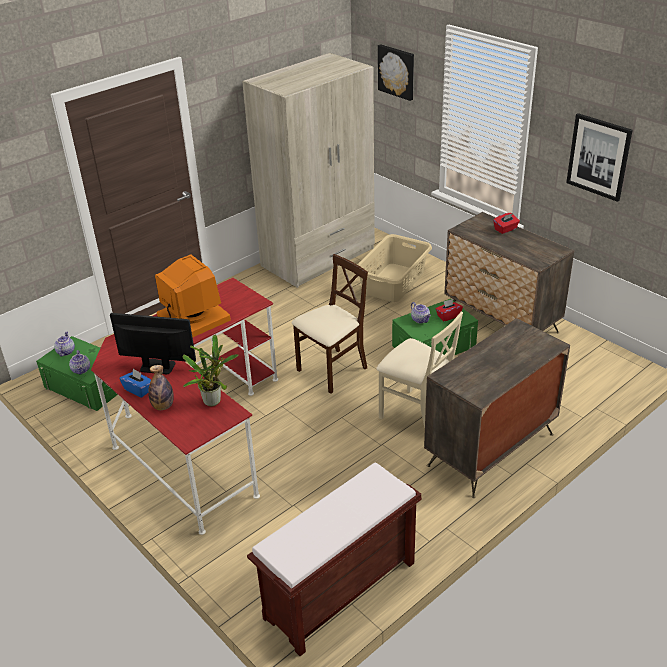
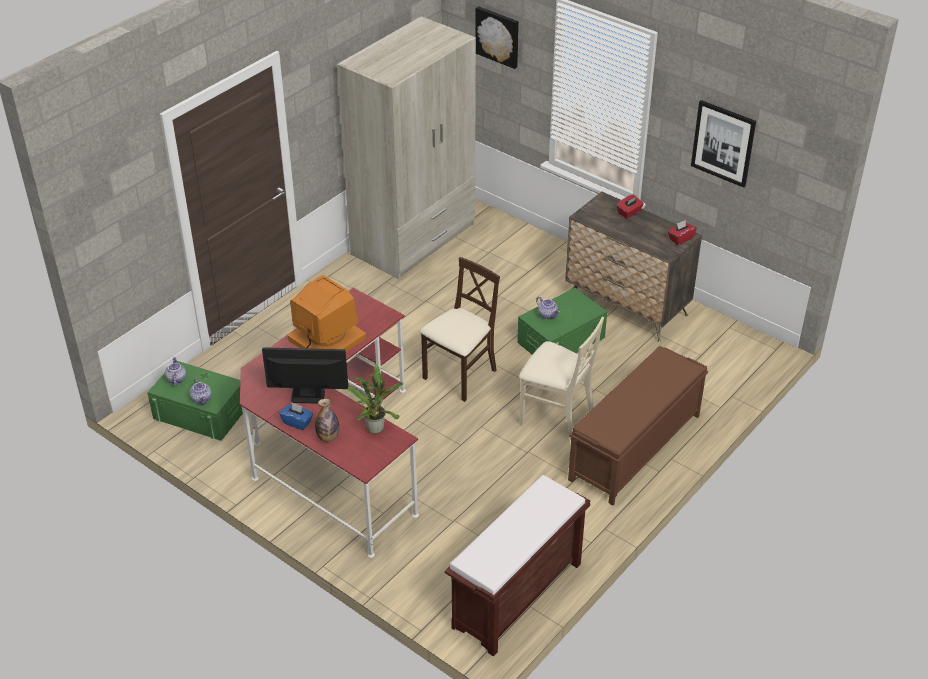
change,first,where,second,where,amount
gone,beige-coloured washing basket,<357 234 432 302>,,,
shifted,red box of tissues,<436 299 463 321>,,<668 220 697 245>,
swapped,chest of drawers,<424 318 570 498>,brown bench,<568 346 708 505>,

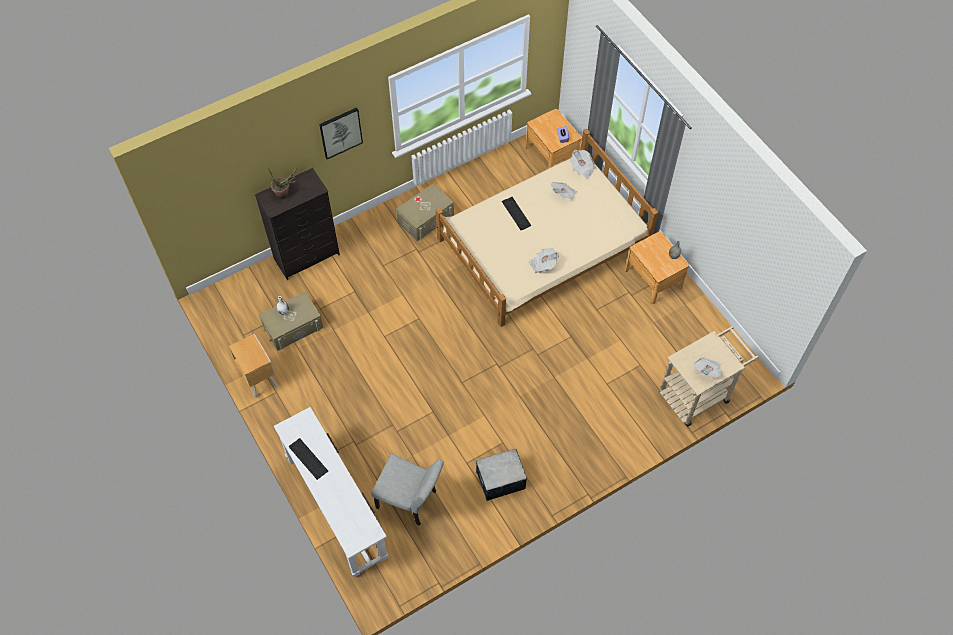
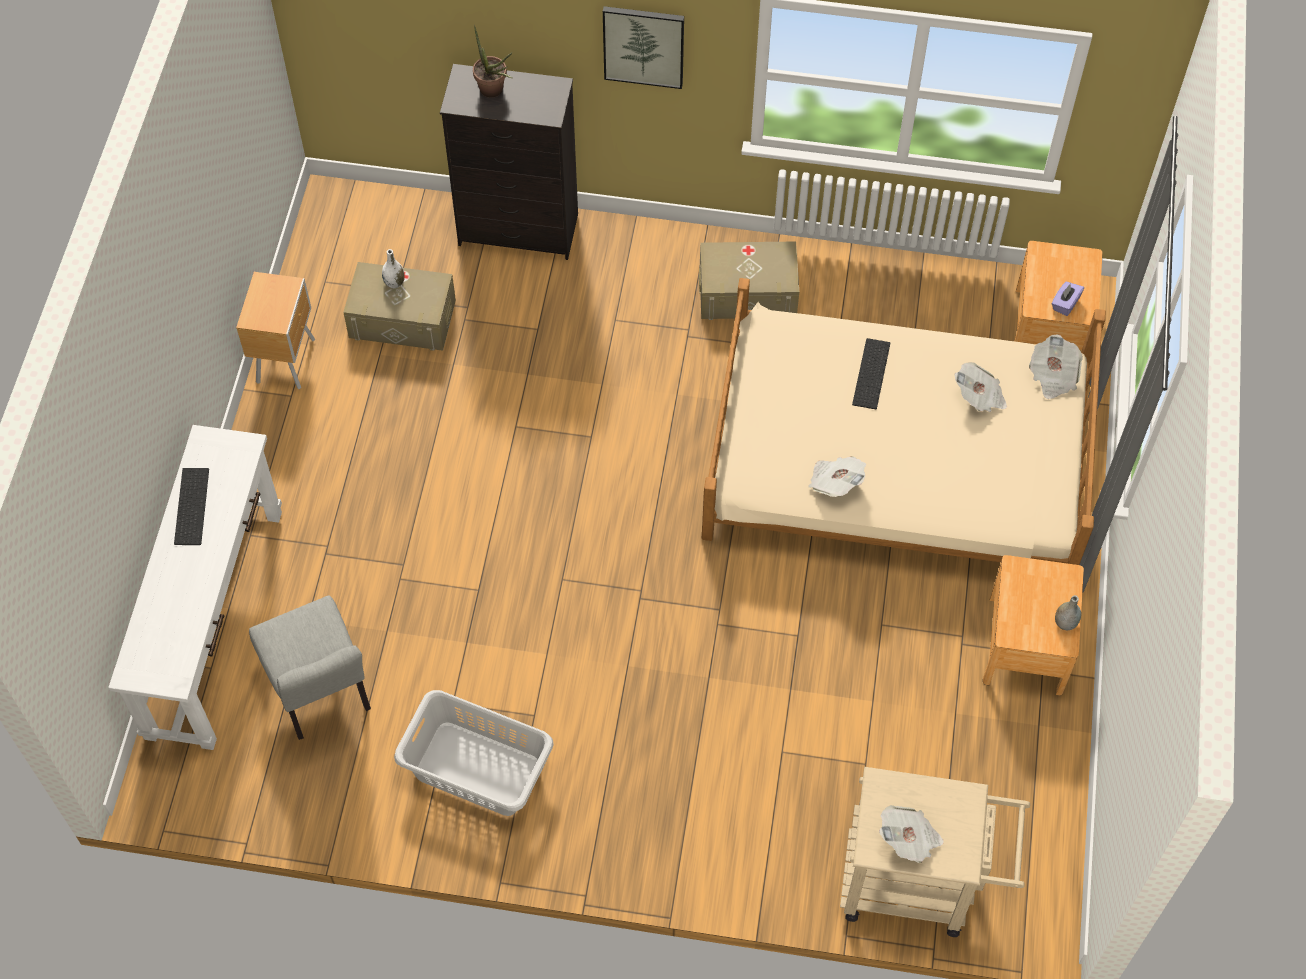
change,first,where,second,where,amount
swapped,storage box,<476 449 527 501>,gray washing basket,<394 690 554 816>,

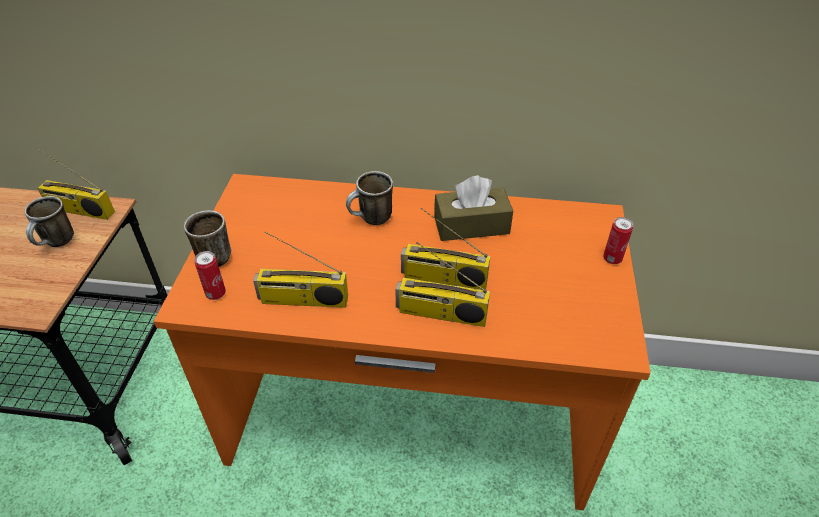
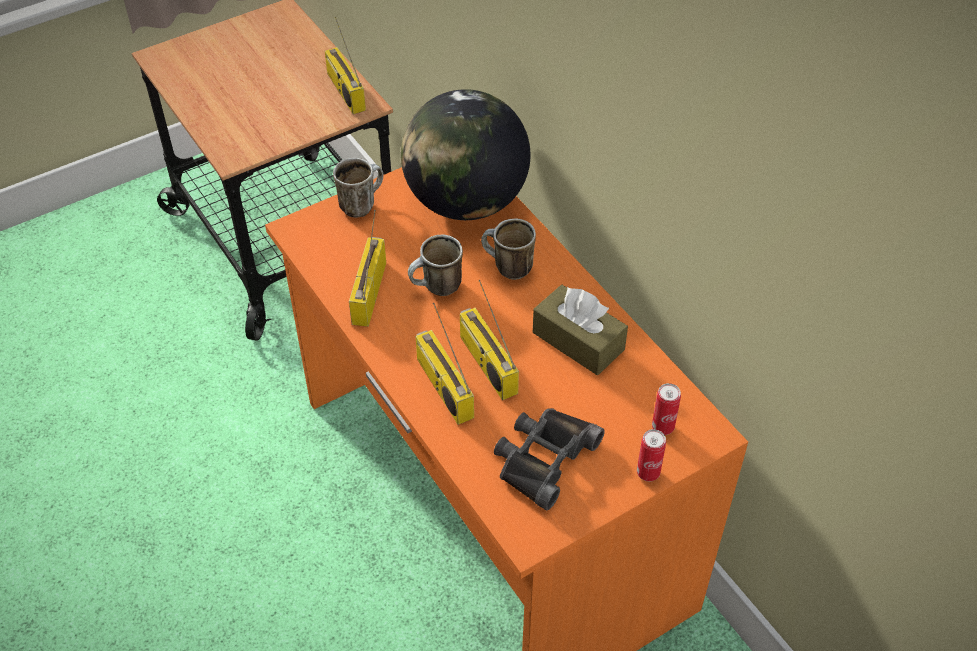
change,first,where,second,where,amount
shifted,mug,<24 196 74 247>,,<408 234 463 296>,
rotated,radio set,<253 231 348 308>,,<349 210 386 327>,45 degrees clockwise
shifted,sealed can,<194 251 226 300>,,<652 383 681 435>,
new,,,world globe,<401 89 531 220>,
new,,,black-coloured field glasses,<494 408 605 511>,

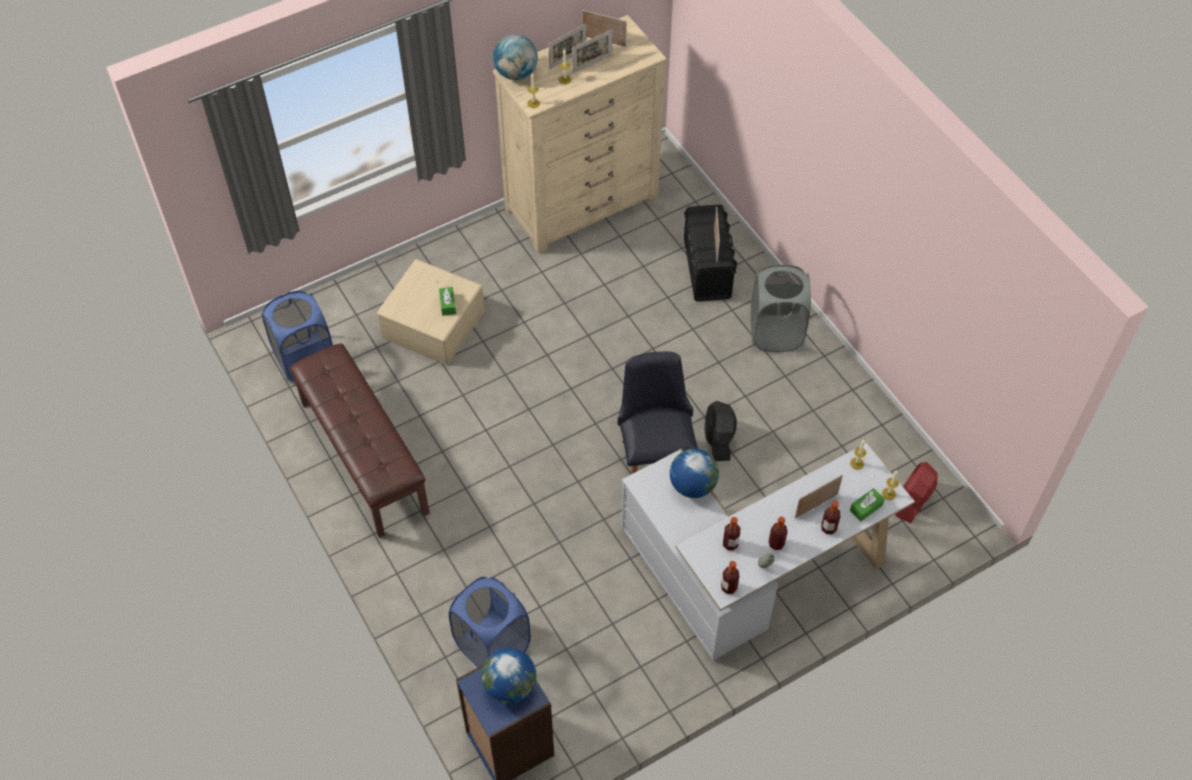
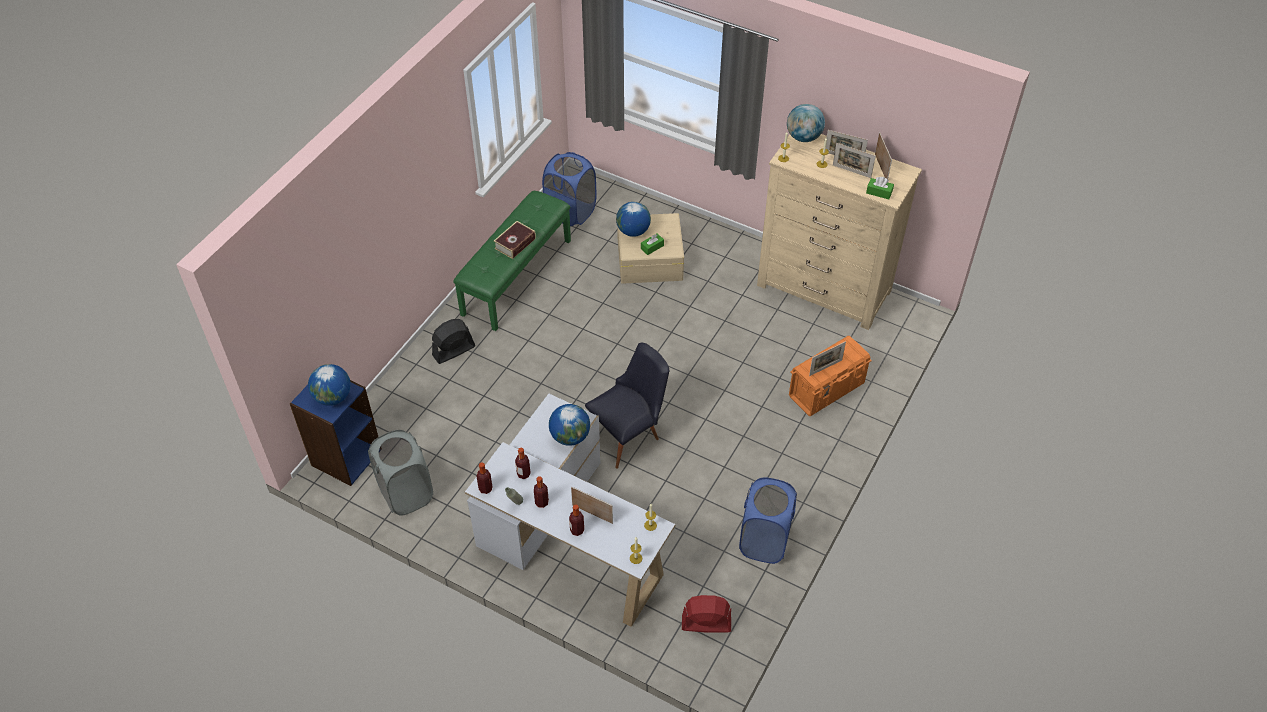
change,first,where,second,where,amount
repainted,black-coloured storage box,<684 204 737 302>,orangey storage box,<789 336 872 416>,
shifted,gray washing basket,<750 264 811 352>,,<368 430 433 516>,
repainted,brown bench,<289 343 430 538>,green bench,<453 191 571 331>,
shifted,black-coloured electric fan,<704 401 737 461>,,<432 319 475 364>,
shifted,green box of tissues,<850 488 885 521>,,<866 177 894 199>,
shifted,blue-coloured washing basket,<449 577 531 667>,,<739 478 797 564>,
new,,,world globe,<616 202 651 237>,
new,,,book,<494 221 536 259>,

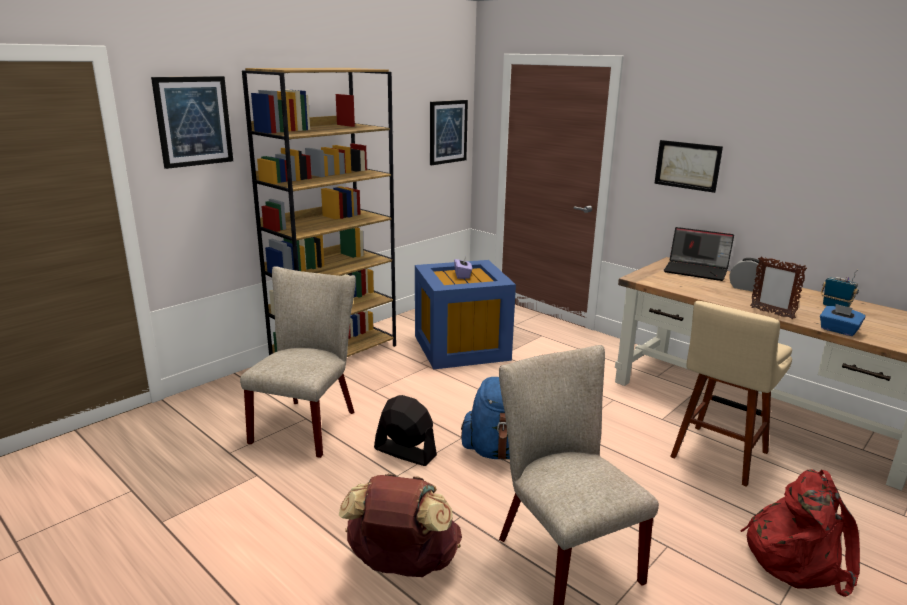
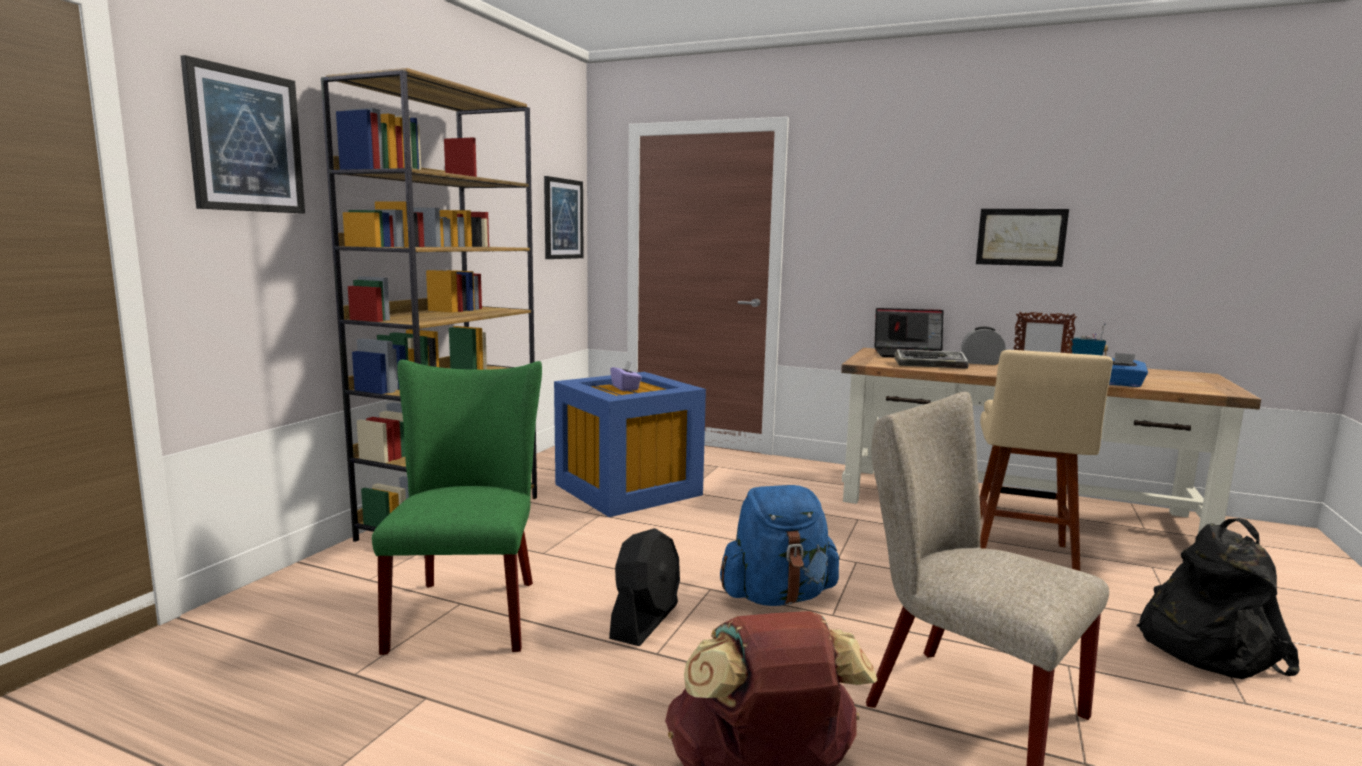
change,first,where,second,where,amount
shifted,picture,<654 140 723 193>,,<976 209 1069 267>,
repainted,beige-coloured plain chair,<240 266 356 458>,green plain chair,<372 360 542 655>,
rotated,black-coloured electric fan,<374 395 437 466>,,<609 528 680 646>,105 degrees clockwise
repainted,red backpack,<740 469 860 597>,black-coloured backpack,<1136 518 1300 679>,
new,,,keyboard,<894 350 969 369>,

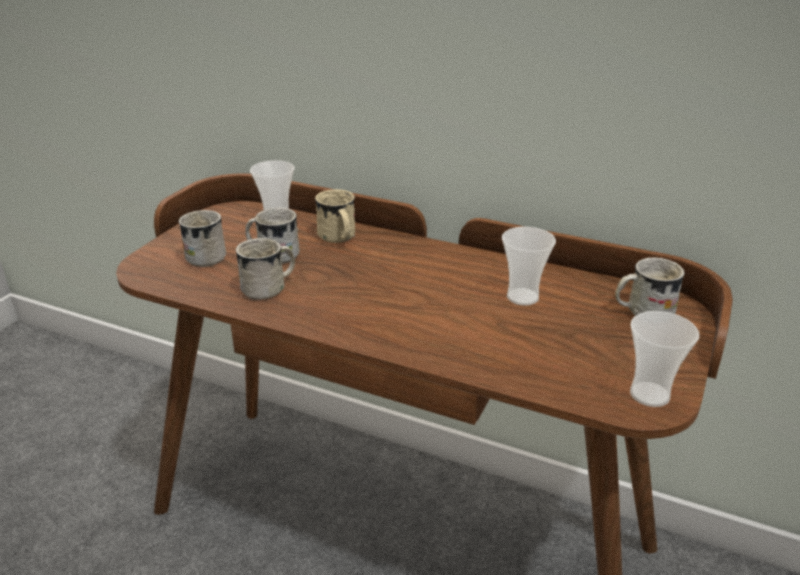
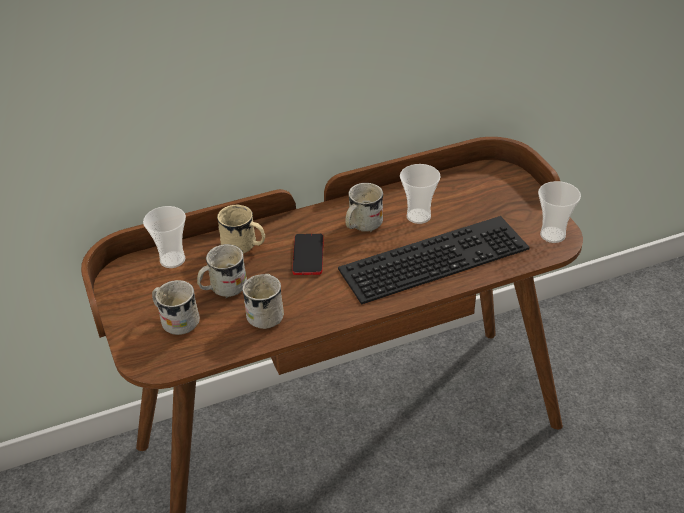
change,first,where,second,where,amount
shifted,whitish mug,<615 258 684 316>,,<345 183 383 233>,
new,,,keyboard,<338 216 530 305>,
new,,,phone,<292 234 324 275>,

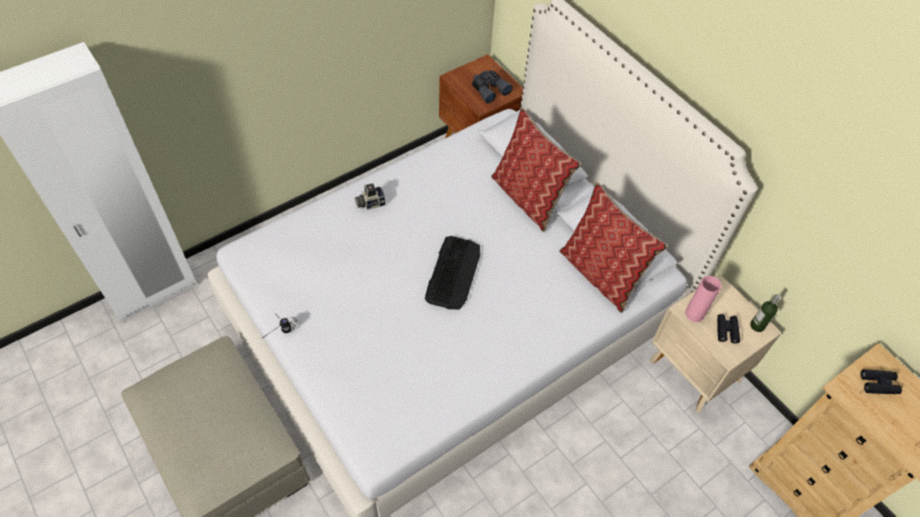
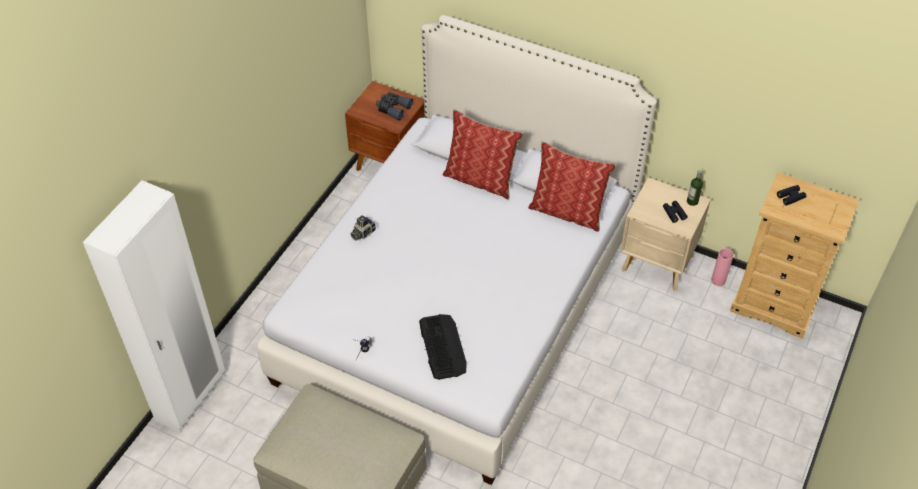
change,first,where,second,where,amount
shifted,keyboard,<425 236 480 309>,,<419 314 467 380>,
shifted,pinkish vase,<685 276 721 322>,,<711 248 734 286>,

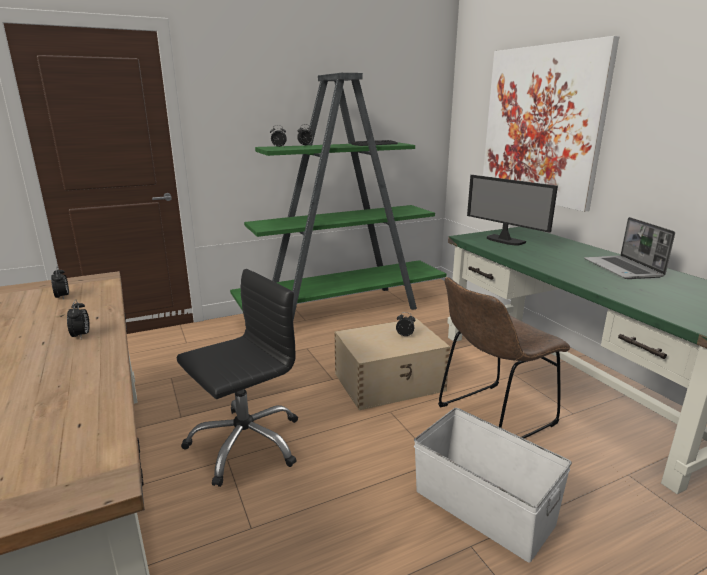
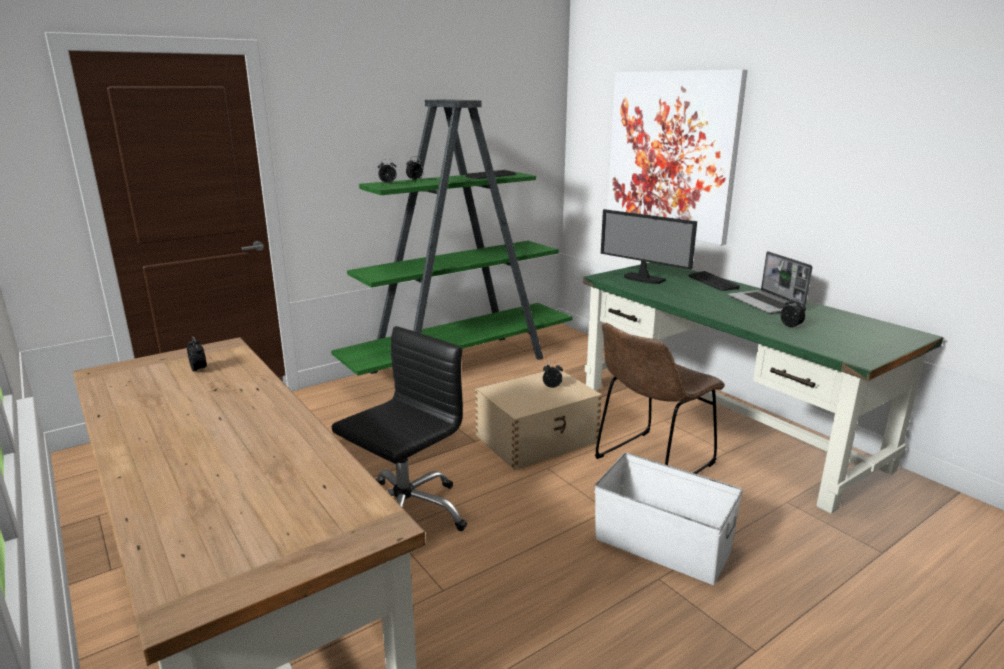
change,first,where,second,where,amount
shifted,alarm clock,<67 299 90 338>,,<781 298 806 329>,
new,,,keyboard,<688 271 740 291>,

